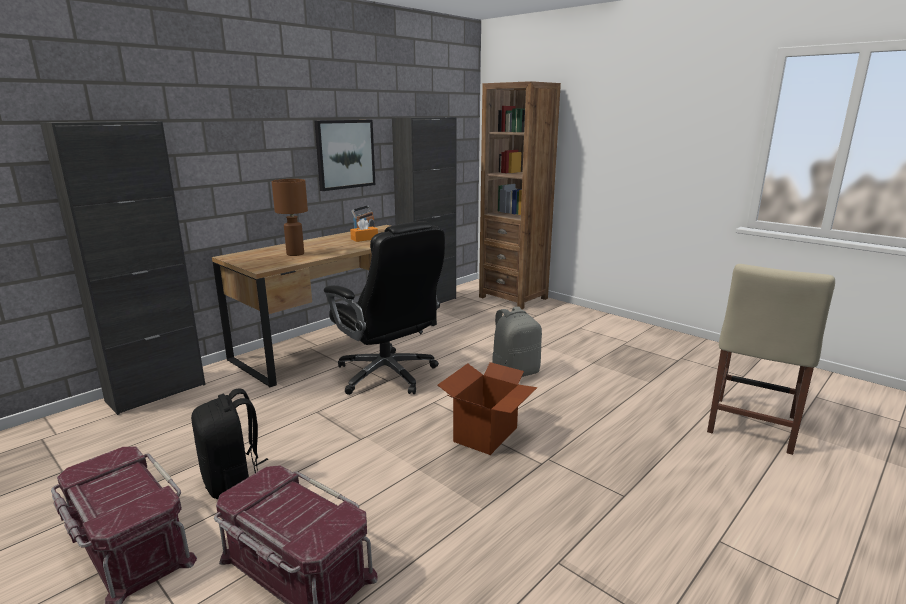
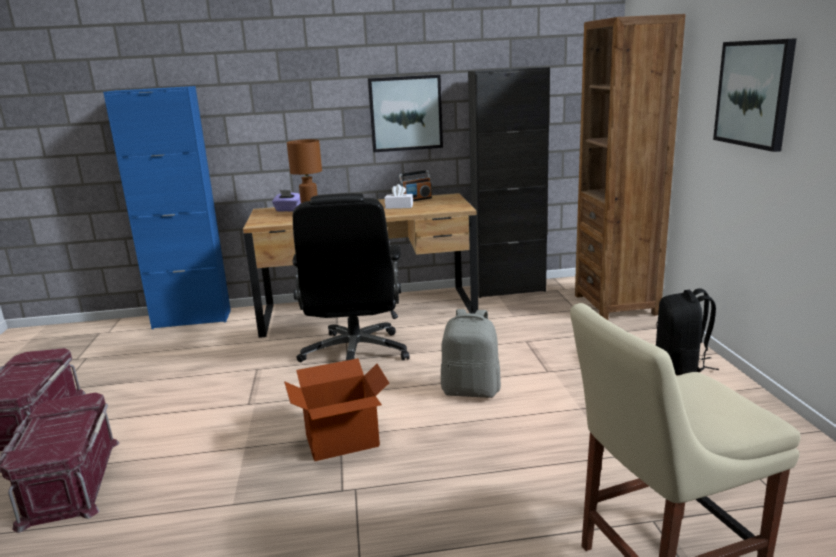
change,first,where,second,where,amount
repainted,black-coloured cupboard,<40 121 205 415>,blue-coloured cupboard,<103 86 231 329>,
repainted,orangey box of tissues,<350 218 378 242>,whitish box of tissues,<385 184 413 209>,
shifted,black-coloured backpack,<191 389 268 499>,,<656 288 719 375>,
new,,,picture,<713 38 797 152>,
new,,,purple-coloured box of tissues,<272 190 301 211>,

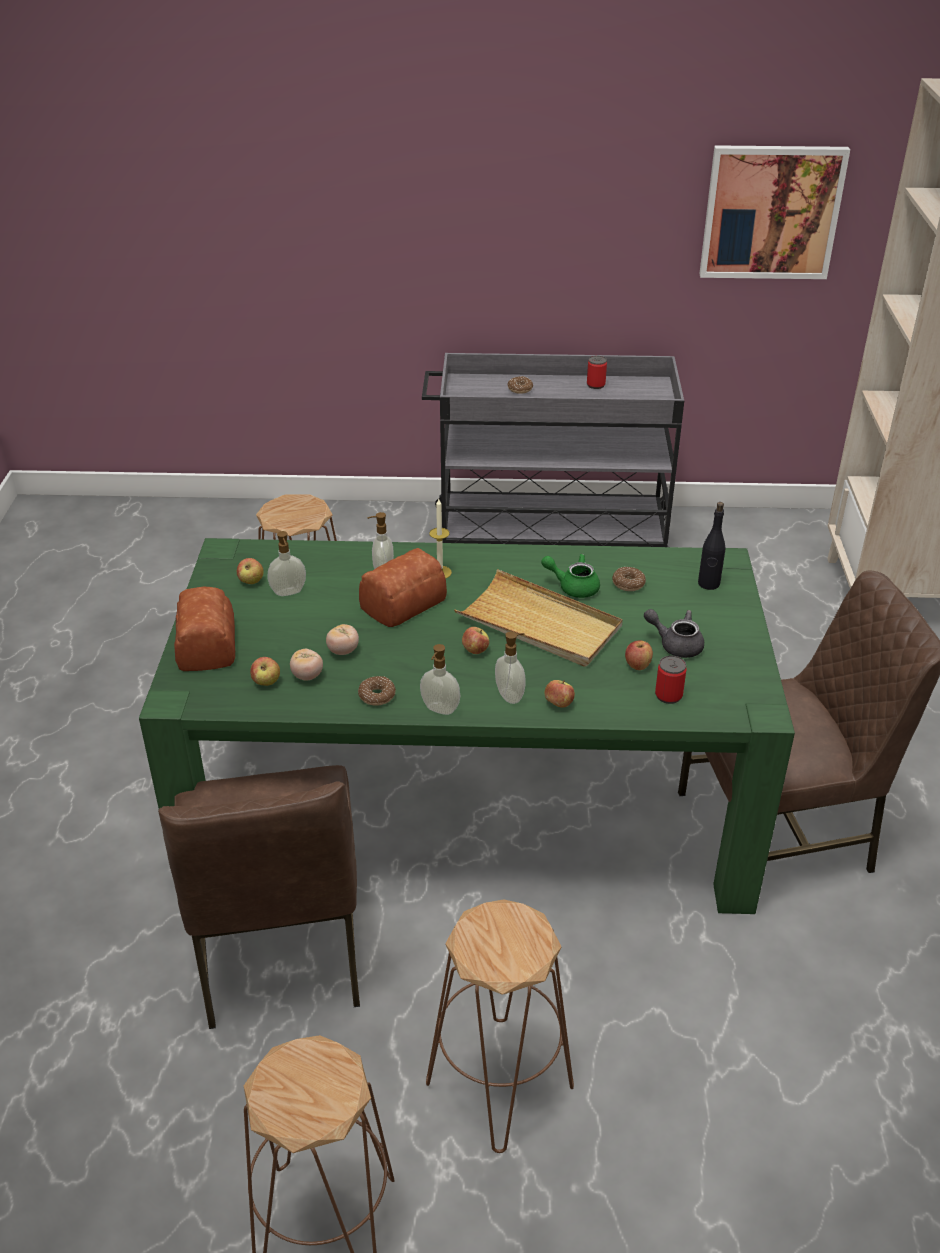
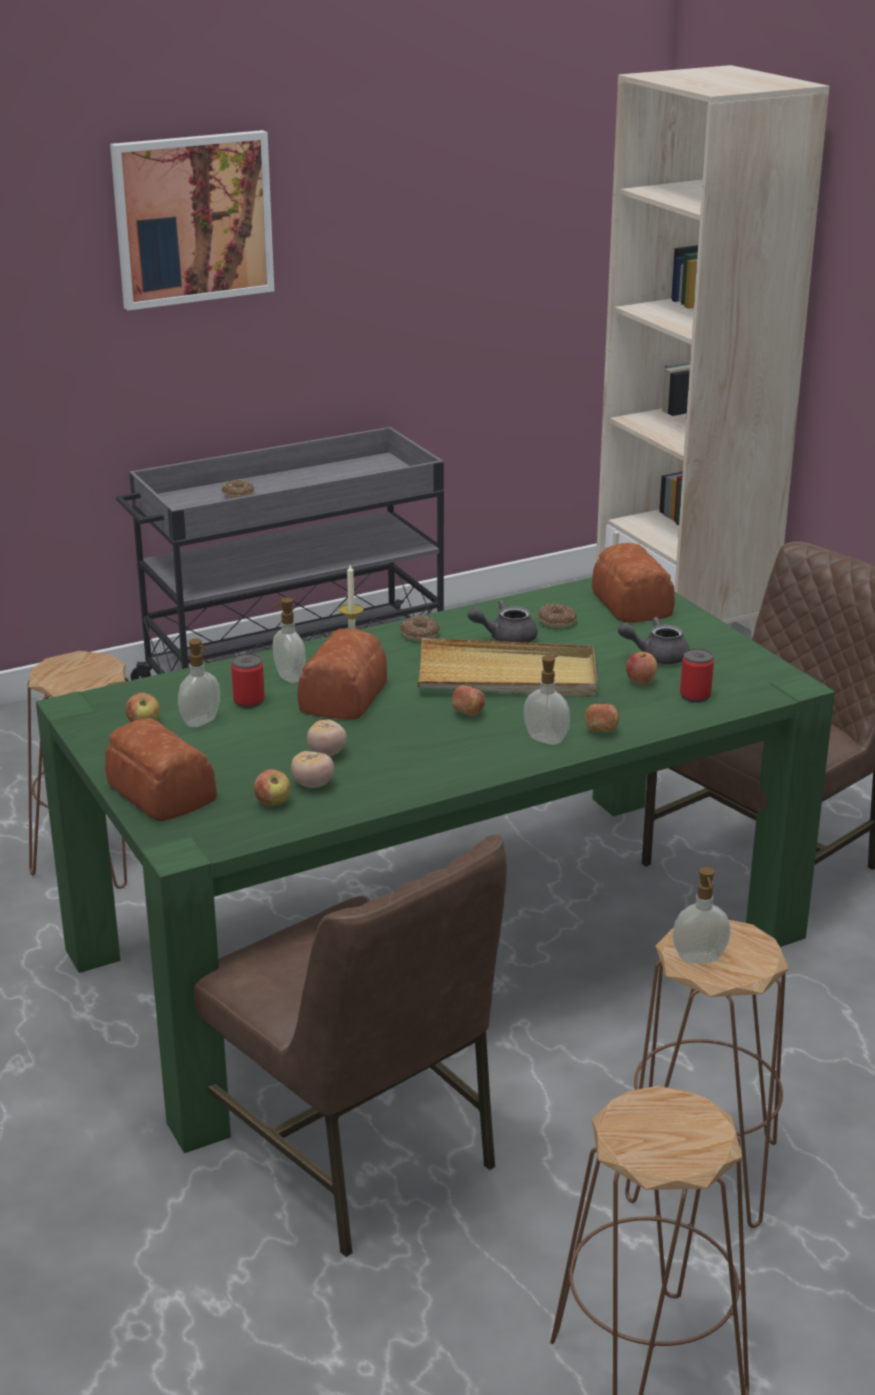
change,first,where,second,where,amount
shifted,picture,<699 145 850 279>,,<110 130 274 310>,
shifted,sealed can,<587 356 607 389>,,<231 653 265 708>,
swapped,black-coloured bottle,<698 502 725 590>,bread,<592 543 675 622>,
repainted,green teapot,<541 554 600 598>,gray teapot,<468 600 538 643>,
shifted,liquid soap bottle,<420 644 460 715>,,<673 867 731 963>,
shifted,ring doughnut,<358 676 396 706>,,<400 615 440 641>,

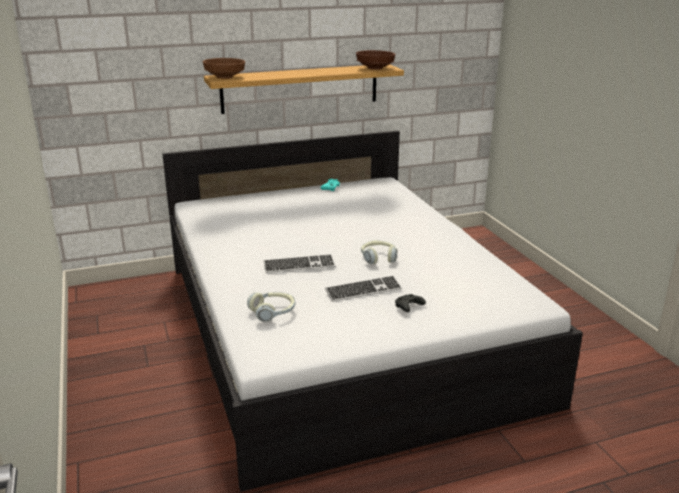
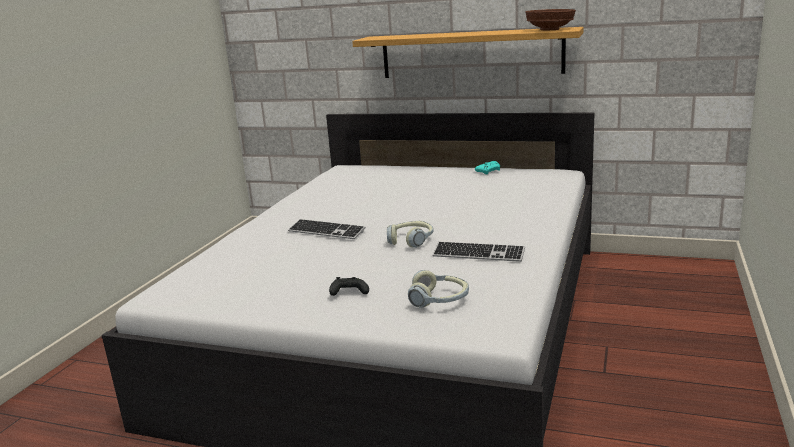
change,first,where,second,where,amount
gone,brown bowl,<202 58 245 79>,,,
shifted,keyboard,<325 276 402 302>,,<433 241 525 262>,
shifted,pair of headphones,<247 292 296 322>,,<408 270 469 308>,

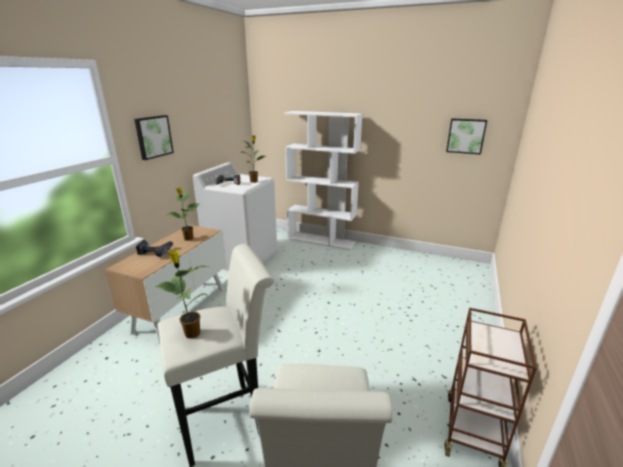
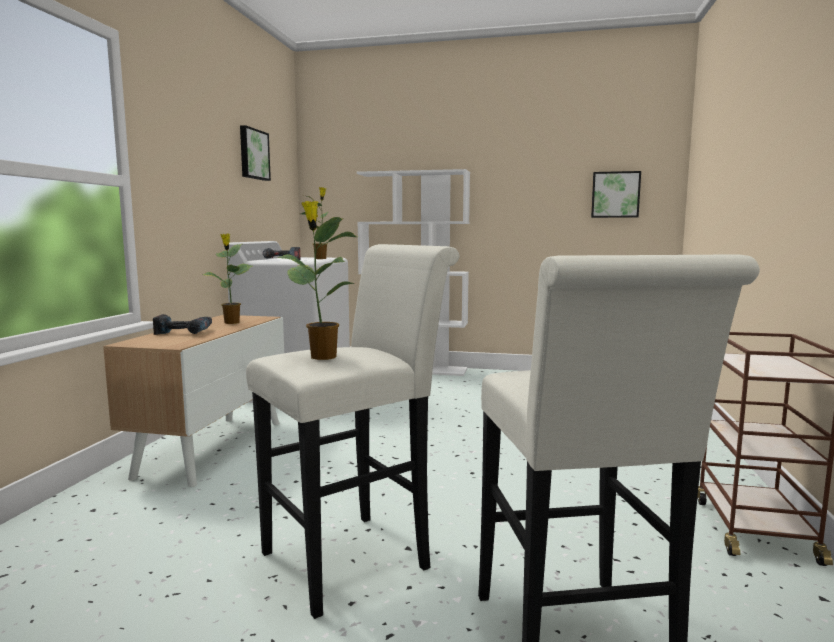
change,first,where,second,where,amount
shifted,picture,<134 115 174 160>,,<240 125 271 181>,

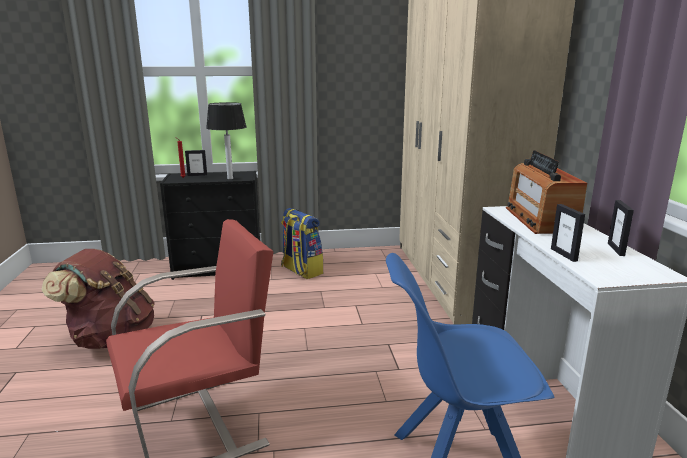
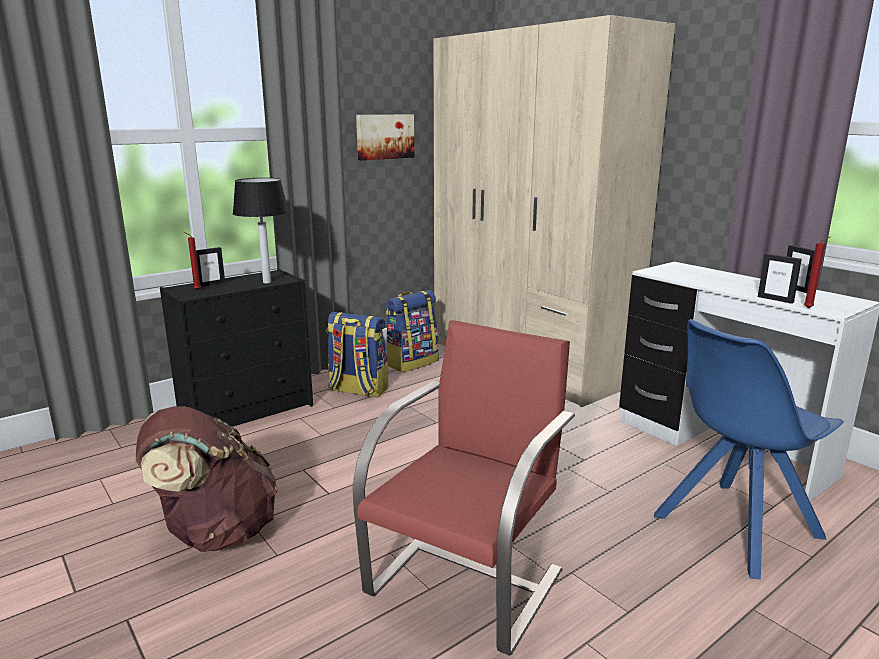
change,first,where,second,where,amount
gone,radio set,<506 150 587 234>,,,
new,,,picture,<356 115 414 160>,
new,,,red candle,<804 237 830 308>,
new,,,backpack,<386 290 439 372>,

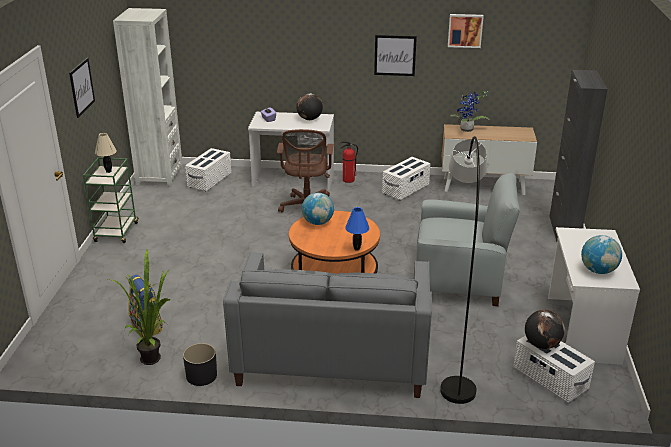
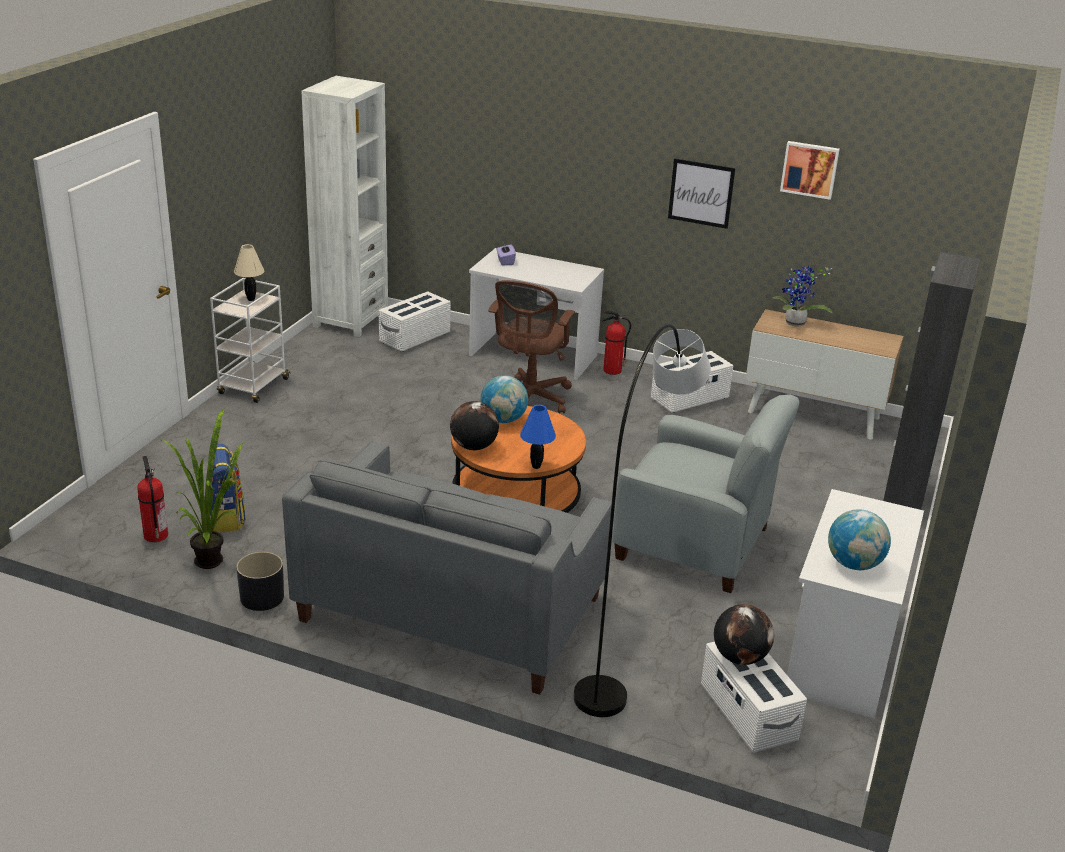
change,first,where,second,where,amount
gone,picture,<69 58 95 118>,,,
shifted,world globe,<296 93 323 120>,,<450 401 499 451>,
repainted,green cart,<83 157 139 243>,whitish cart,<210 278 291 403>,
new,,,extinguisher,<137 456 168 542>,

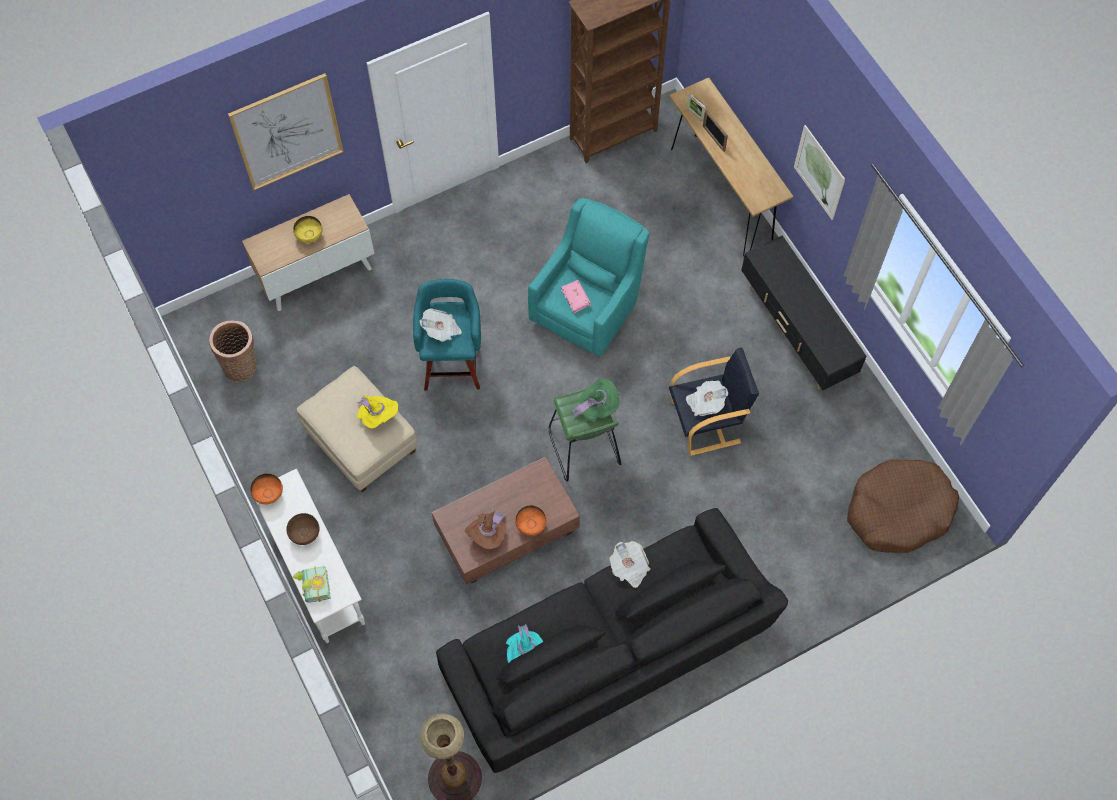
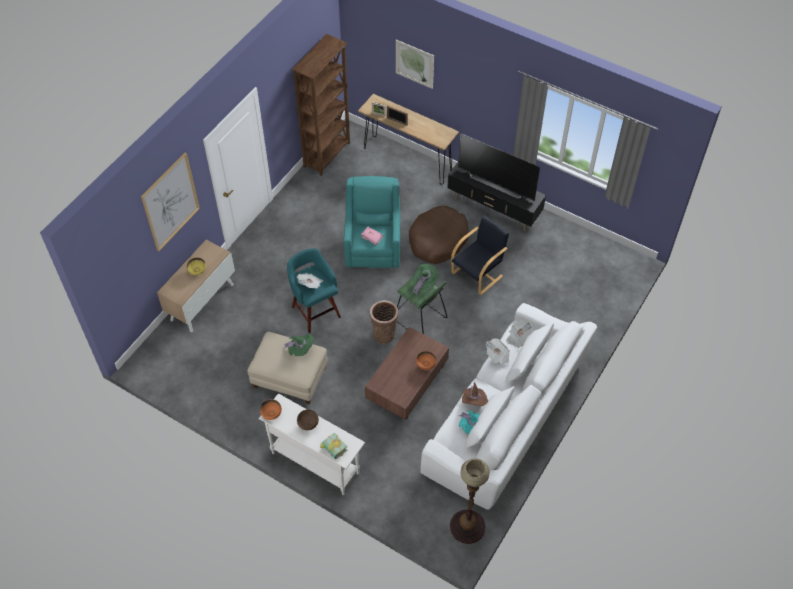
change,first,where,second,where,amount
shifted,picture,<794 125 845 220>,,<396 40 434 89>,
shifted,basket,<209 320 256 382>,,<370 300 398 344>,
shifted,printed paper,<686 381 728 416>,,<506 321 533 348>,
repainted,yellow clothing hat,<357 395 398 429>,green clothing hat,<283 334 314 356>,
shifted,brown dog bed,<847 460 959 553>,,<409 206 469 264>,
repainted,black-coloured sofa,<436 508 788 773>,whitish sofa,<421 303 597 510>,
shifted,brown clothing hat,<465 511 506 549>,,<462 382 488 406>,
new,,,TV set,<458 133 540 201>,

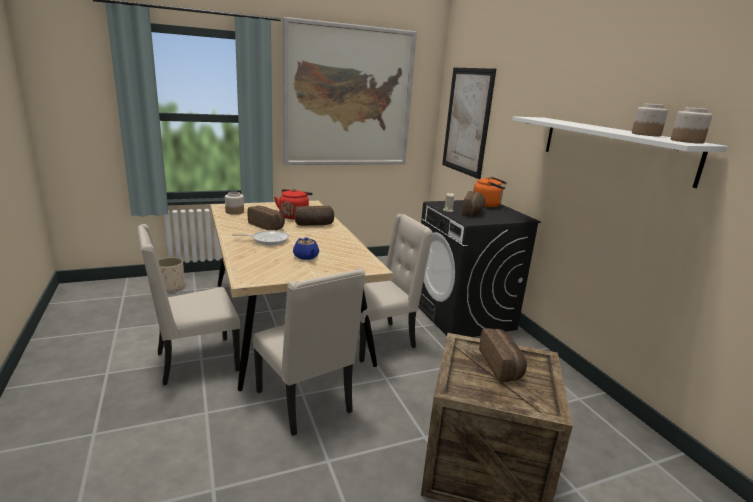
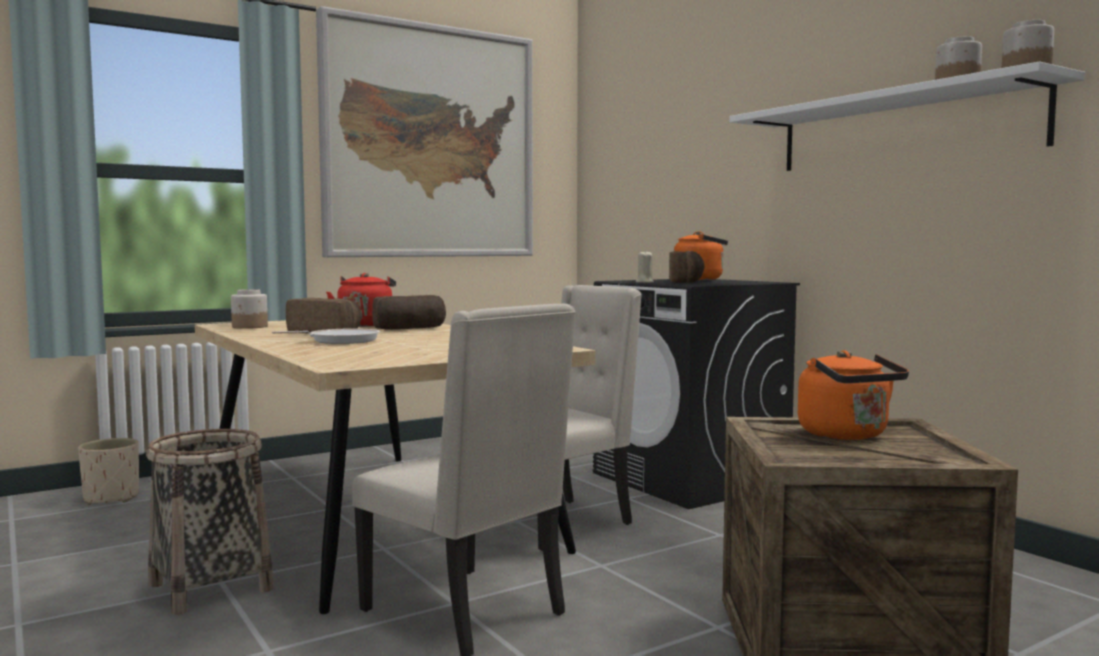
change,first,where,second,where,amount
gone,picture,<442 68 496 179>,,,
swapped,beige-coloured plain chair,<138 224 240 385>,basket,<146 429 274 615>,
gone,blue-coloured teapot,<293 237 319 260>,,,
swapped,bread,<479 328 527 382>,orangey kettle,<798 350 909 440>,

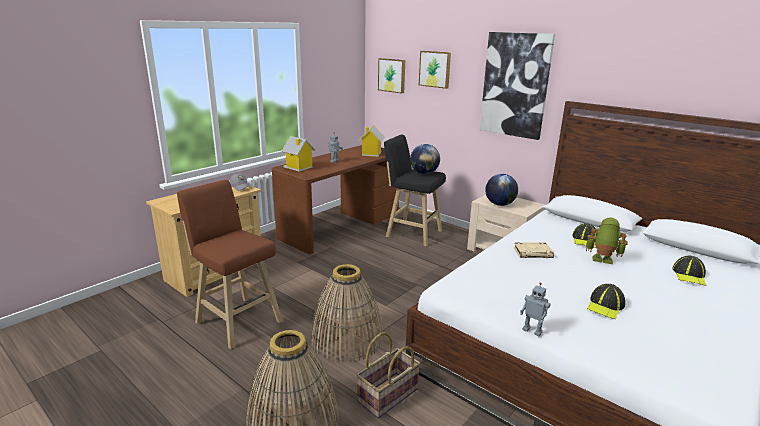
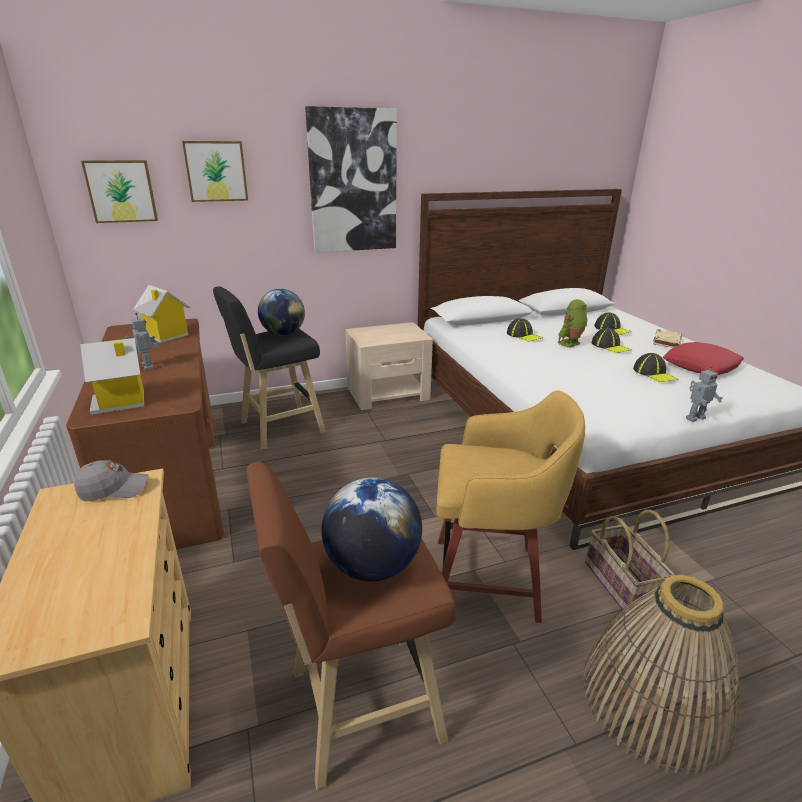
change,first,where,second,where,amount
shifted,world globe,<485 174 518 206>,,<322 477 422 581>,
shifted,beige-coloured book,<513 242 554 258>,,<653 329 682 348>,
swapped,basket,<311 264 383 363>,yellow sitting stool,<437 390 585 623>,
new,,,baseball cap,<592 328 632 353>,
new,,,red cushion,<663 342 744 375>,

